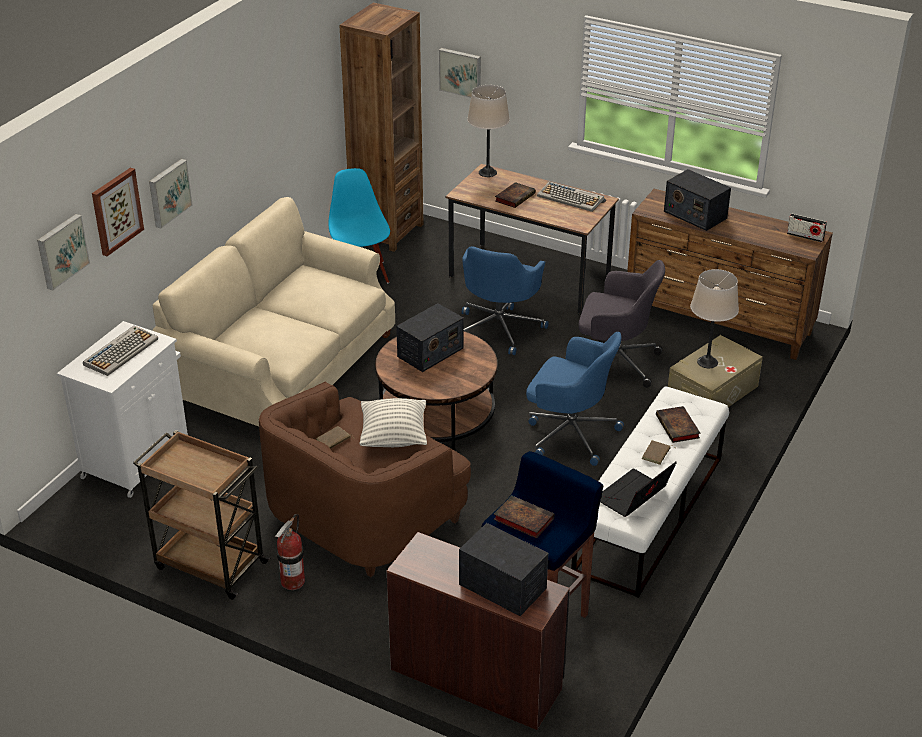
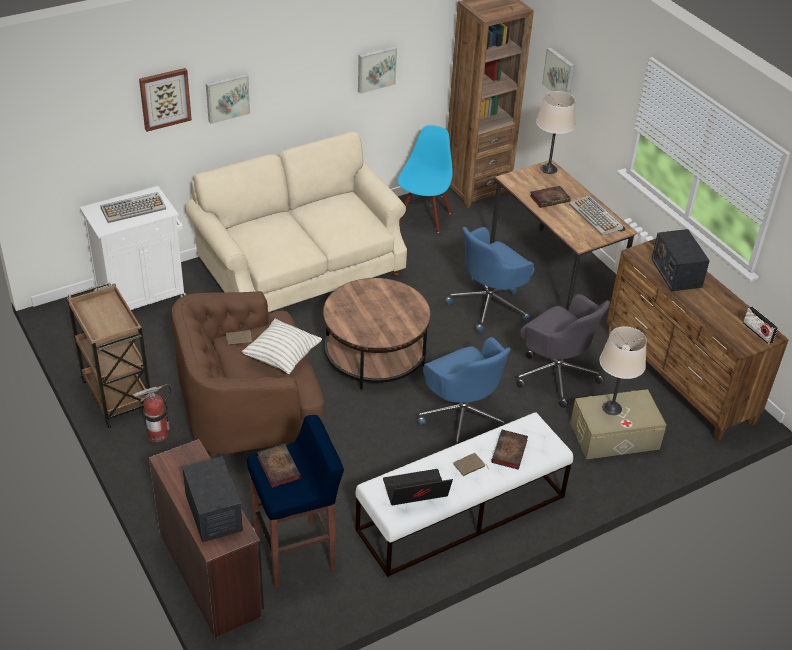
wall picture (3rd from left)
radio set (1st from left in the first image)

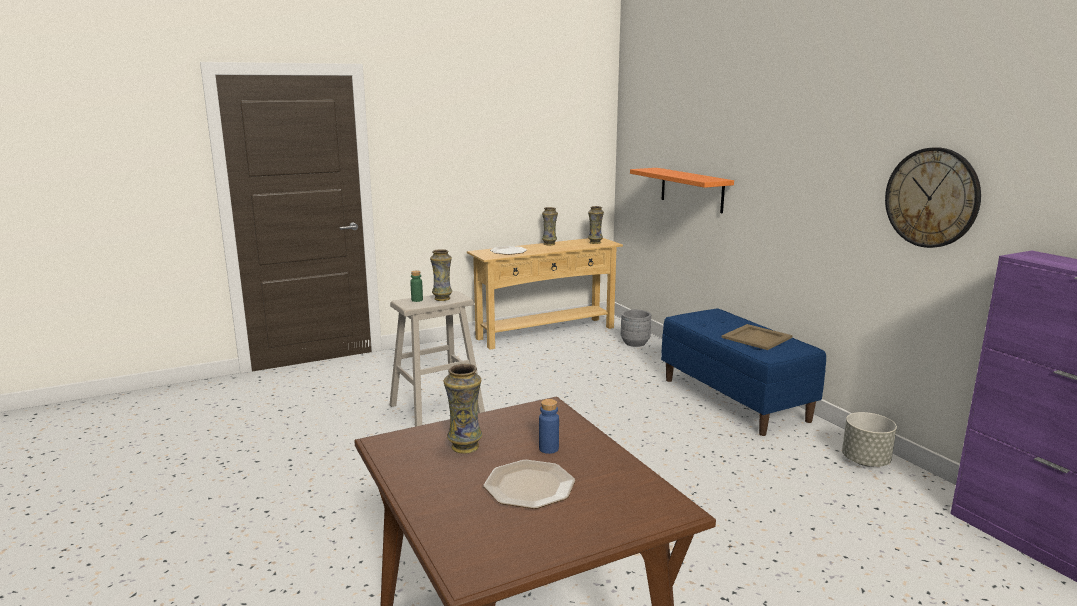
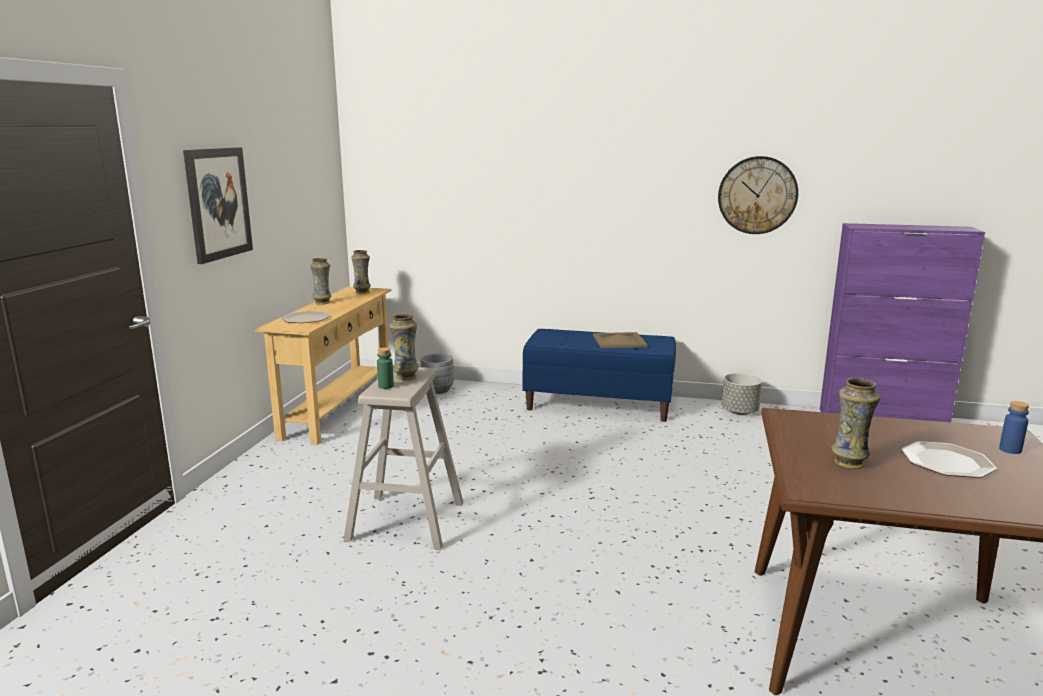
blue beverage bottle
orange wall shelf
wall picture

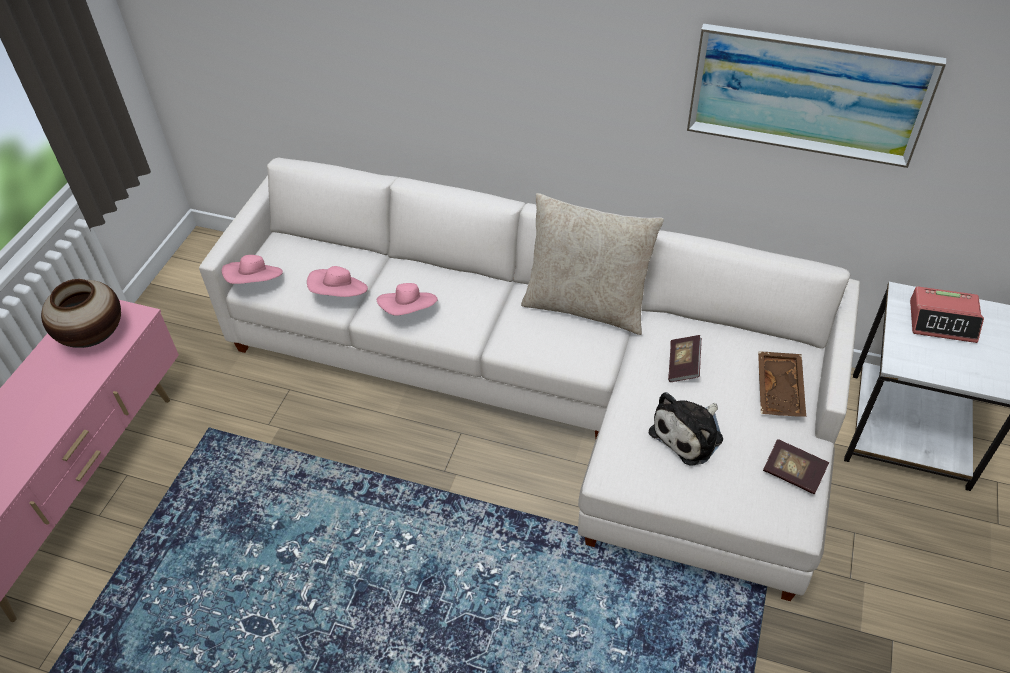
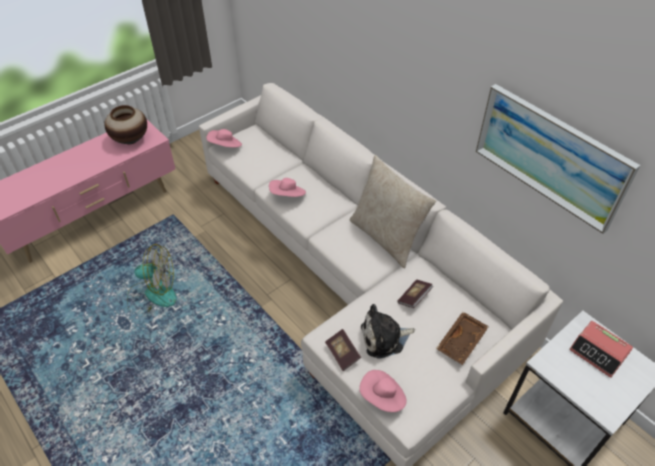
pinkish wearable hat (3rd from left)
book (1st from left)
electric fan

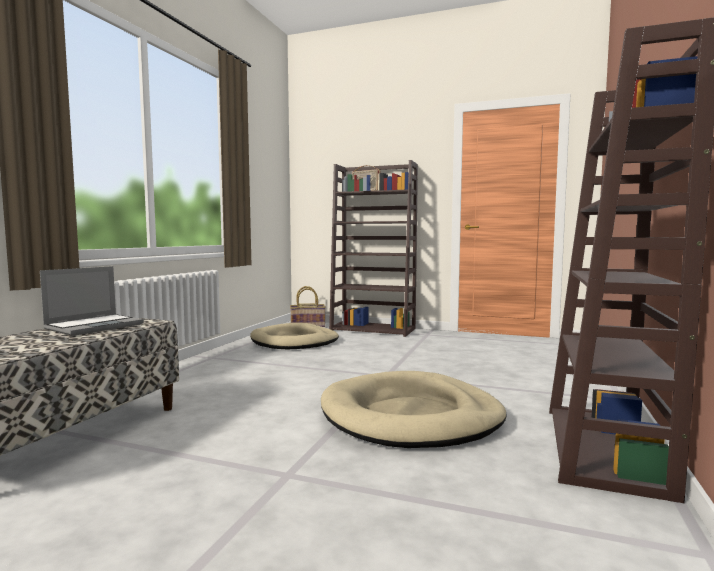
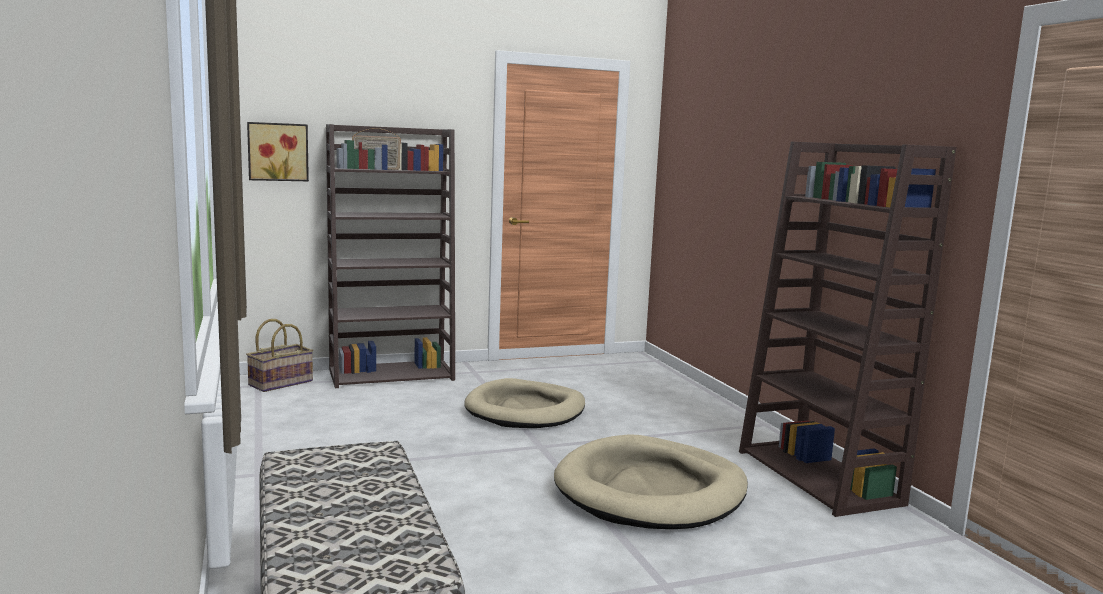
portable computer
sand-coloured dog cushion (1st from left)
wall picture

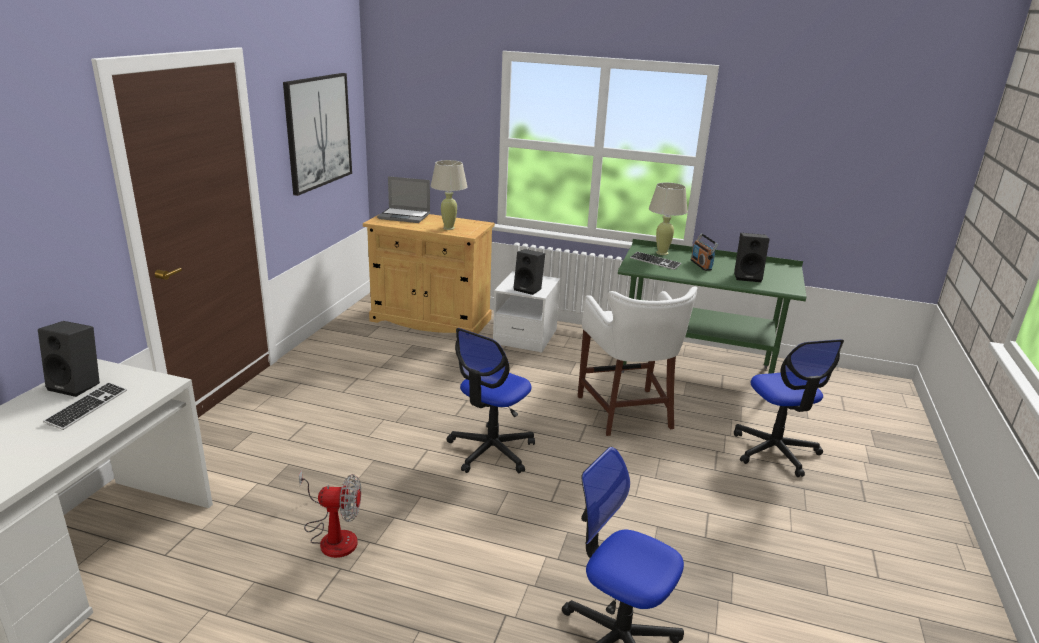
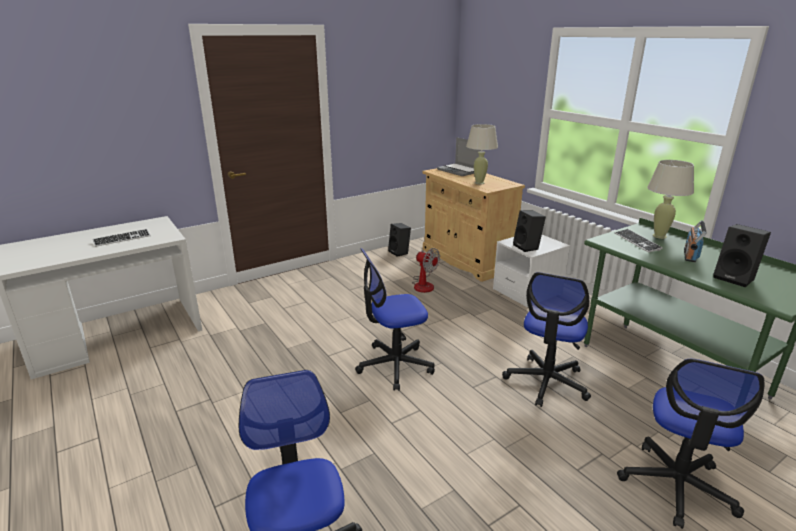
blackish audio speaker (1st from left)
wall picture
electric fan
desk chair (3rd from left)

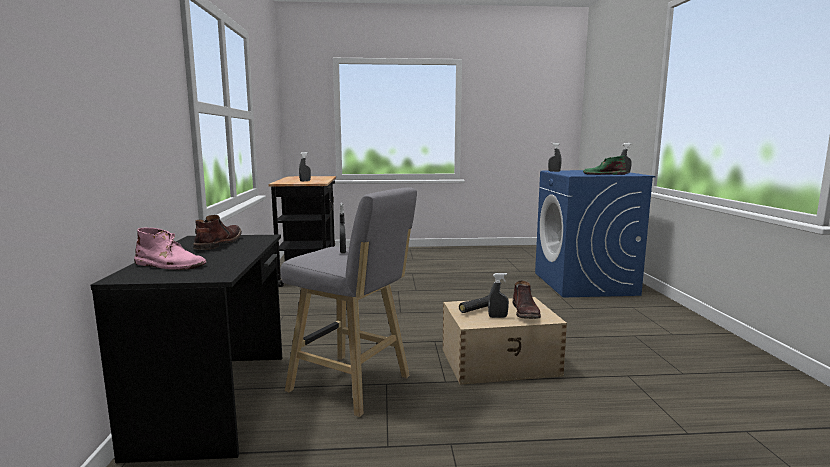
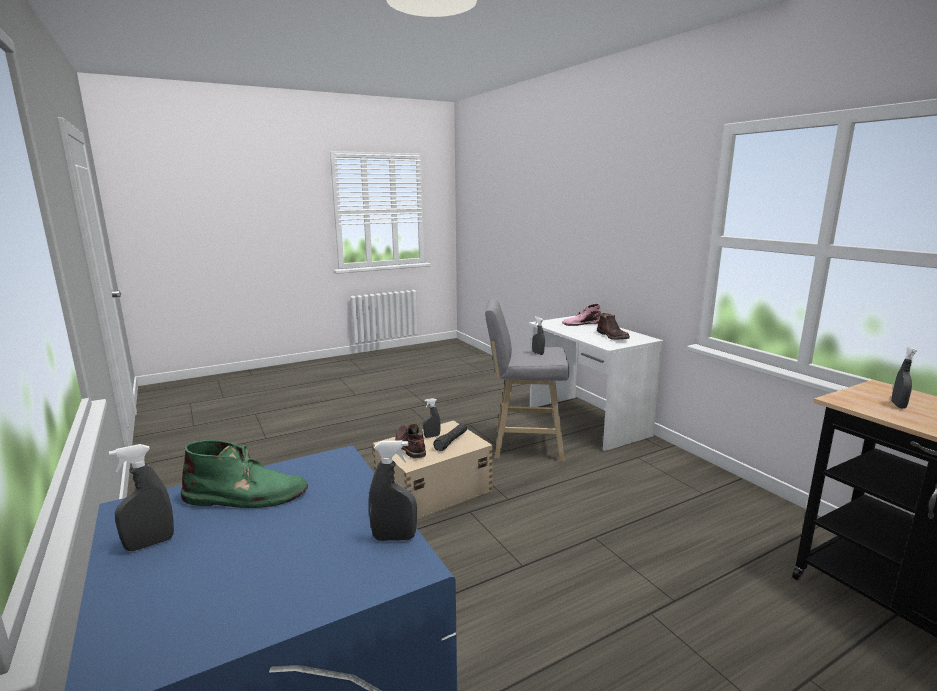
white-coloured desk table

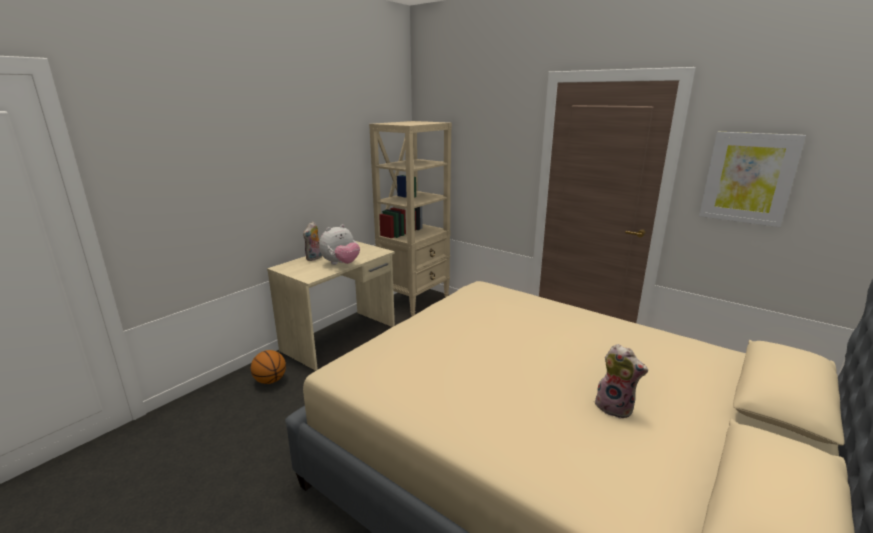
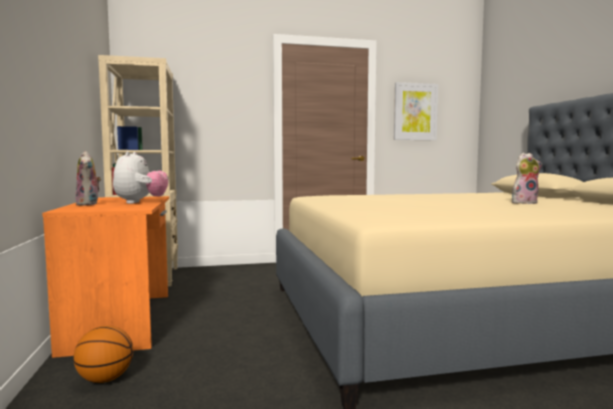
orange desk table

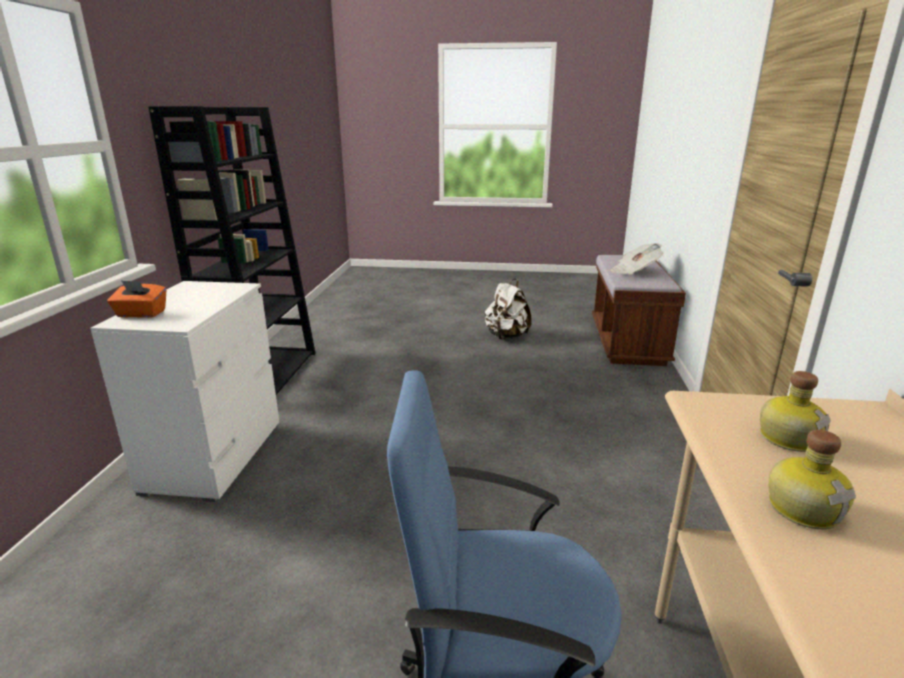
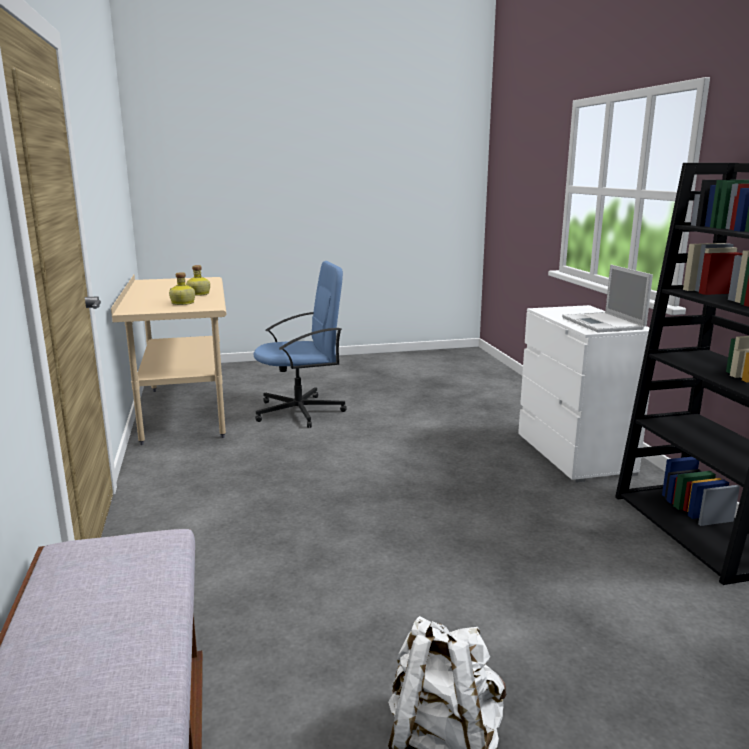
orange tissue box
printed paper
portable computer

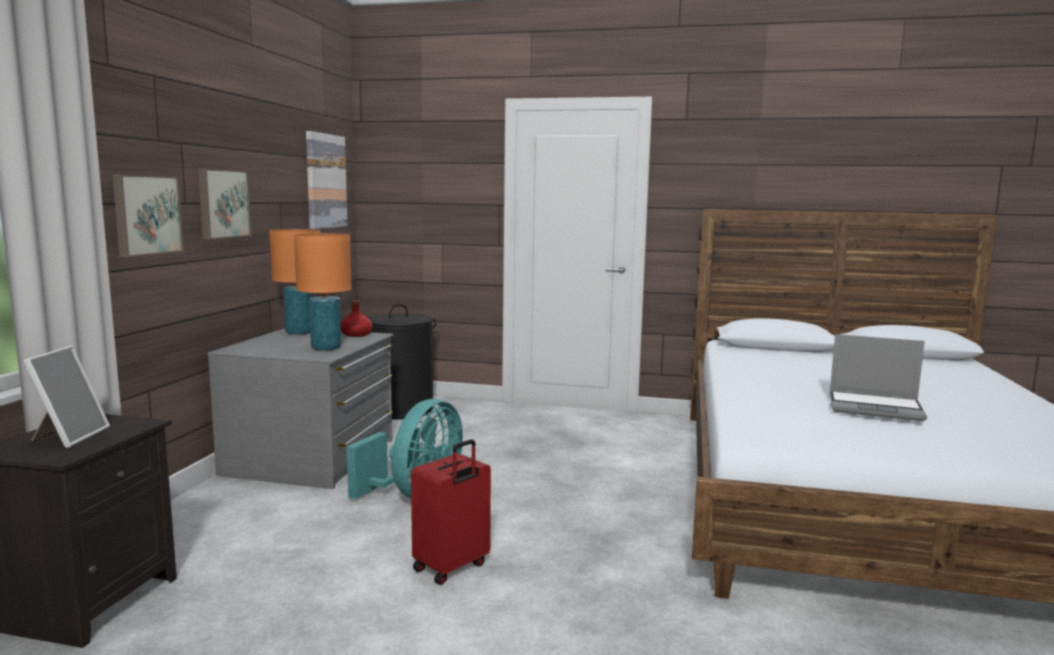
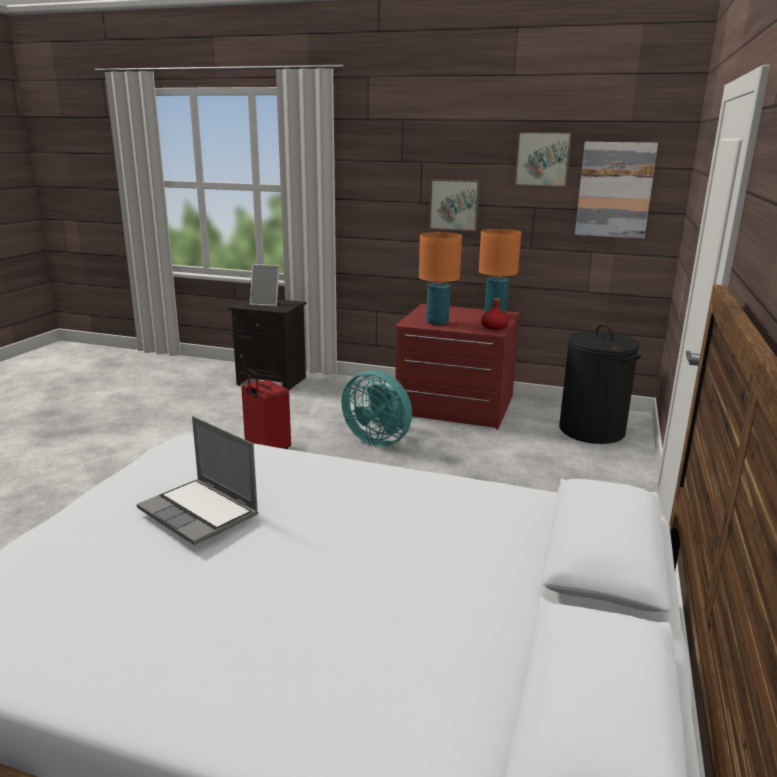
wall picture (2nd from left)
red-coloured drawer chest
portable computer

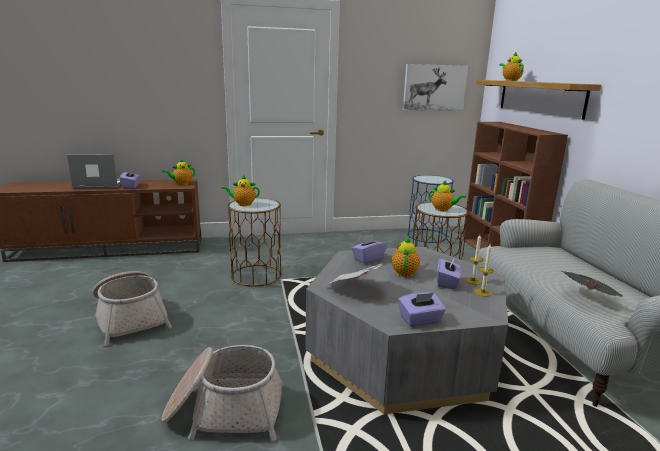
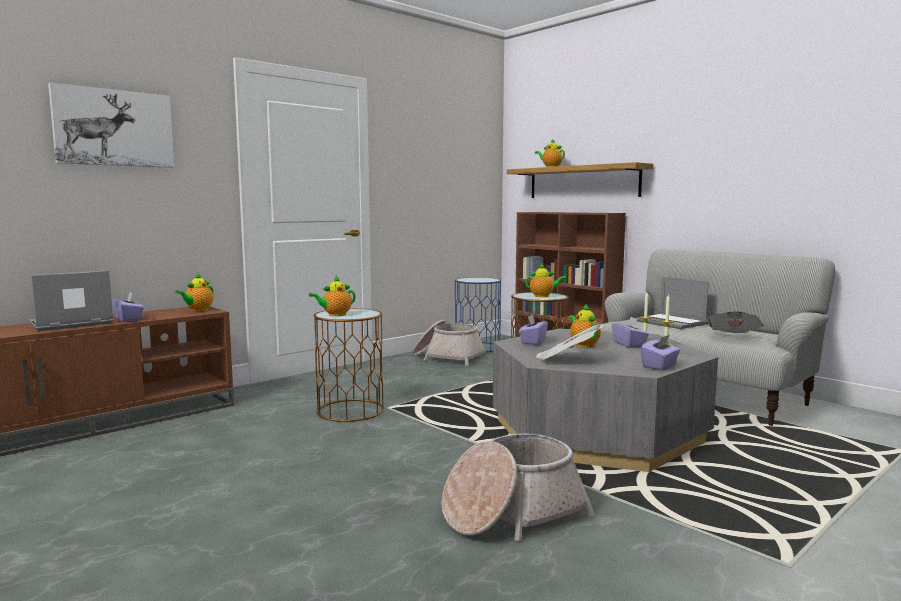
storage basket (1st from left)
wall picture
portable computer (2nd from left)

